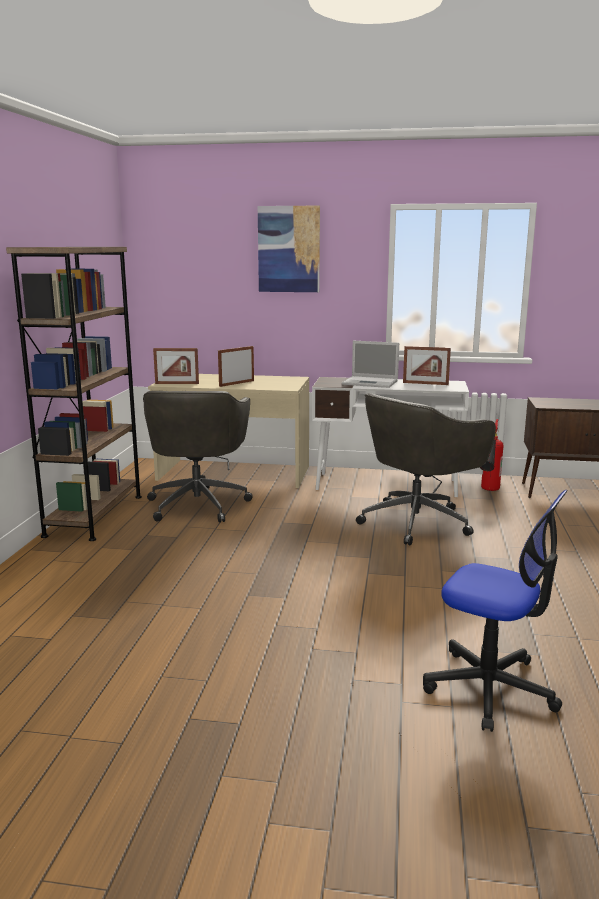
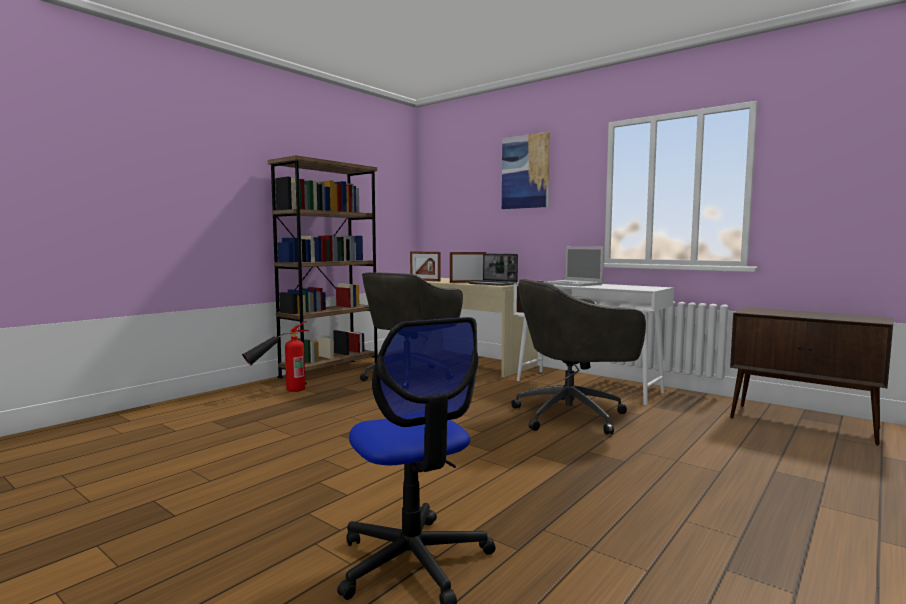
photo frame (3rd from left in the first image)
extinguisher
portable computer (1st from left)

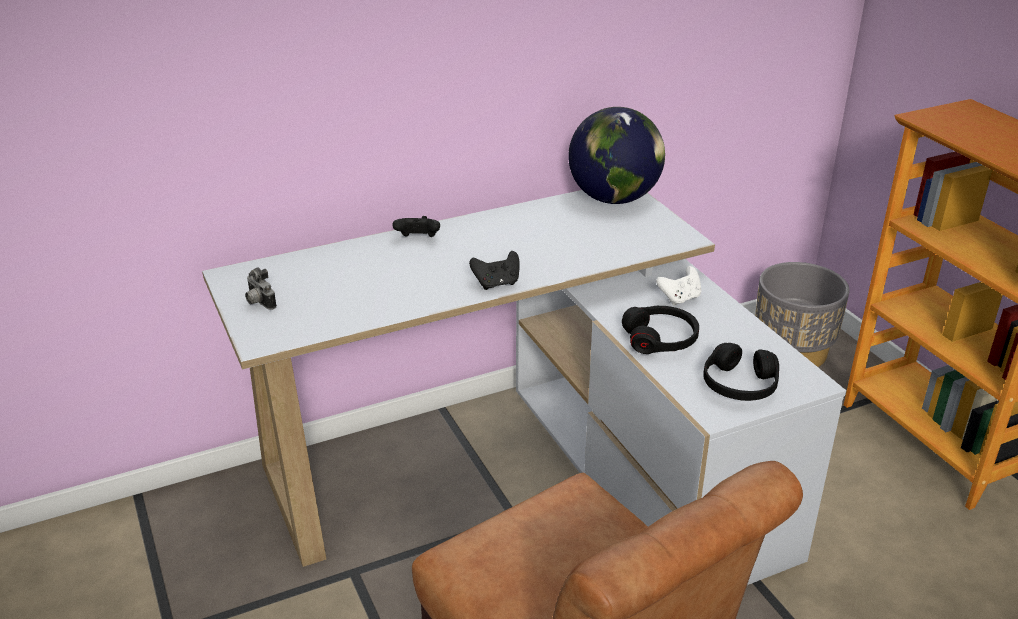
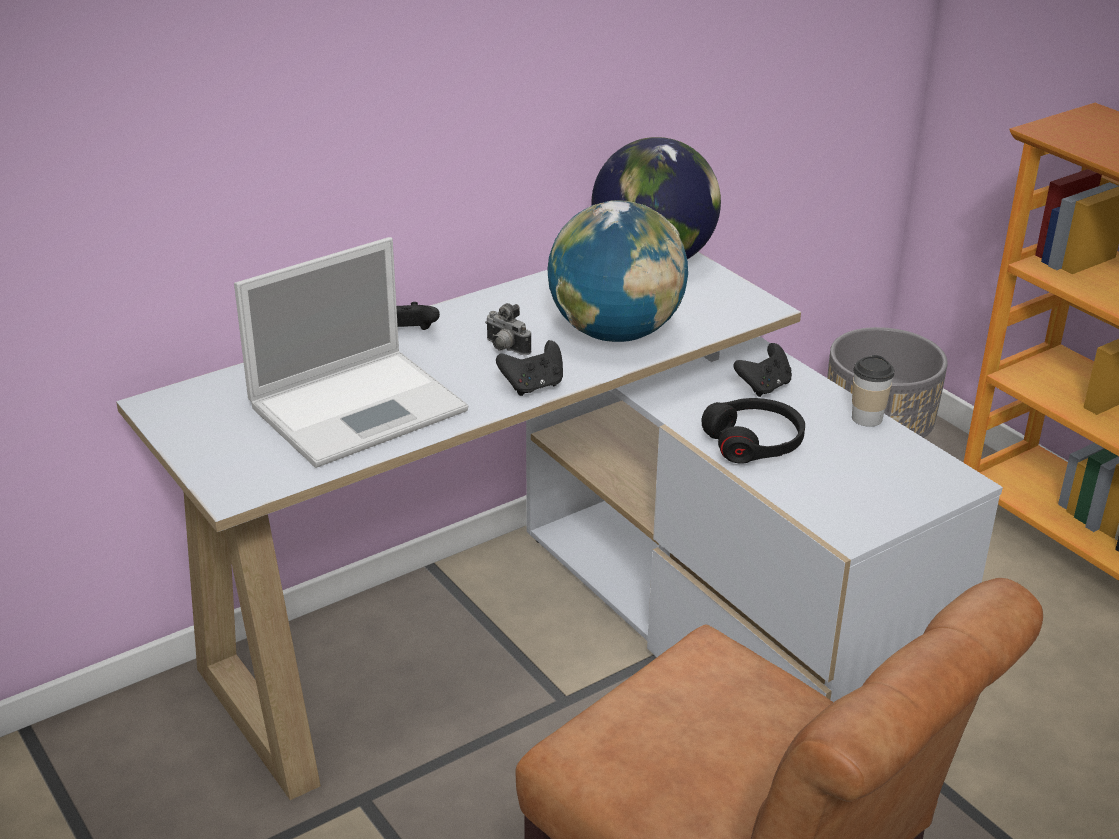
photo camera
blackish game controller (3rd from left)
blackish headphones (2nd from left in the first image)
portable computer
globe (1st from left)
drinking cup

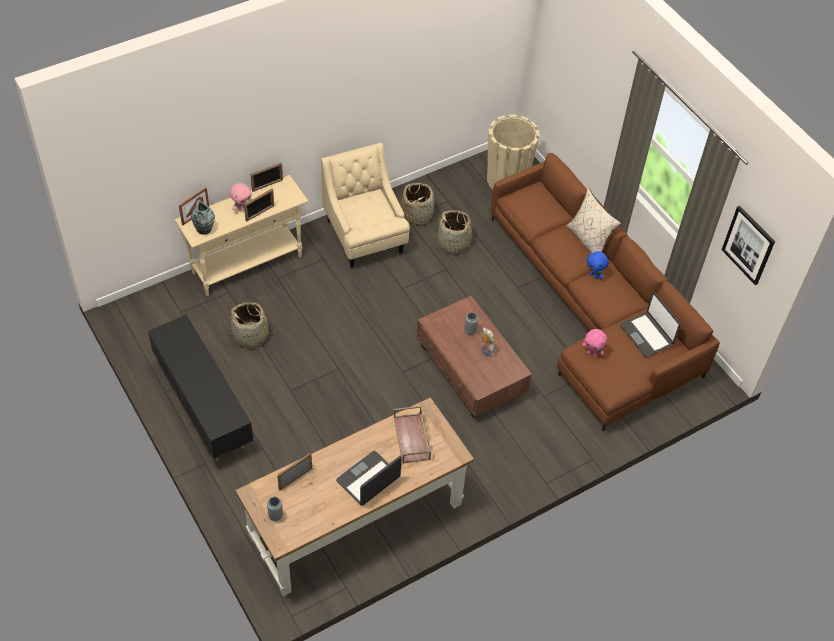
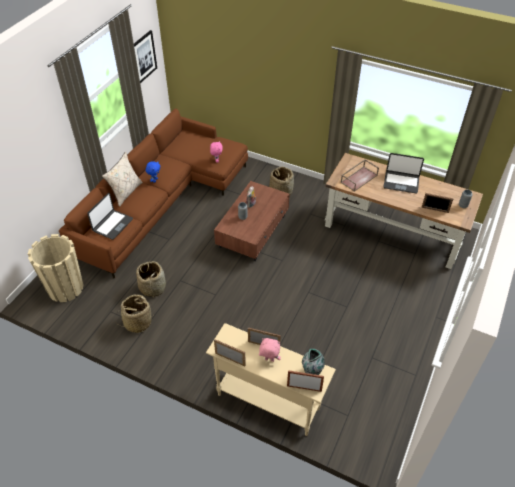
blackish tv unit
storage basket (3rd from left)
sand-coloured armchair
portable computer (1st from left)

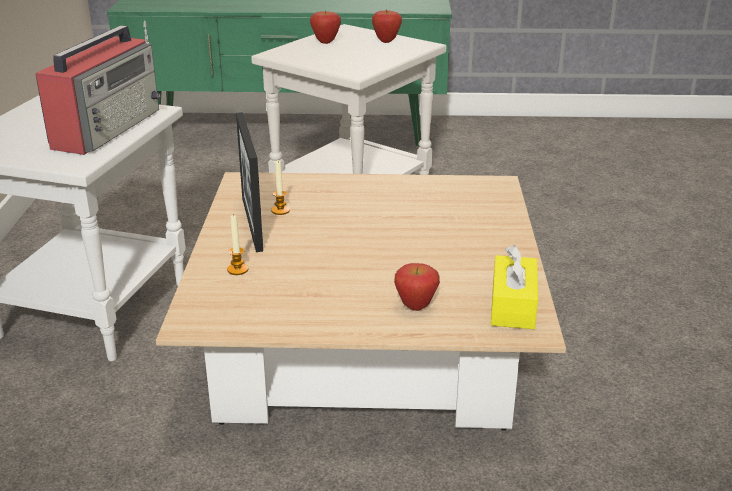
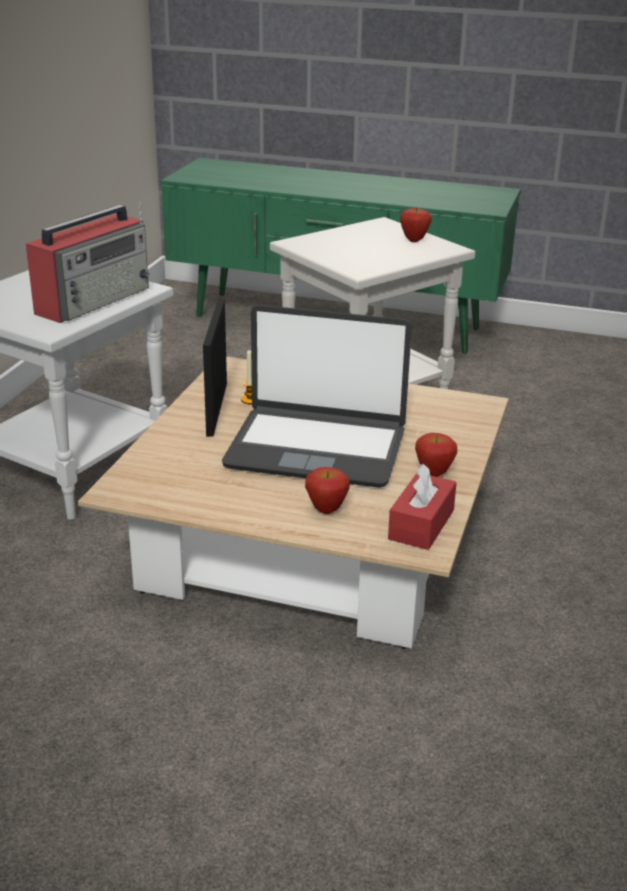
wax candle (1st from left in the first image)
apple (3rd from left)
red-coloured tissue box
portable computer

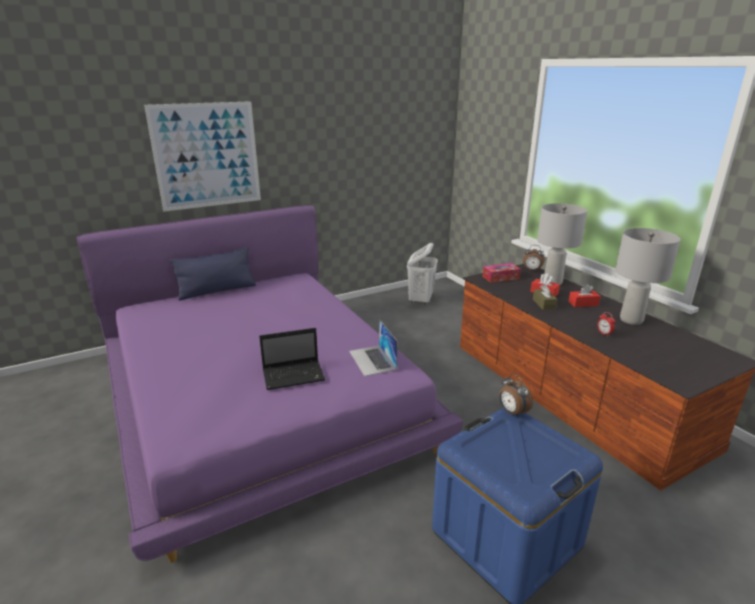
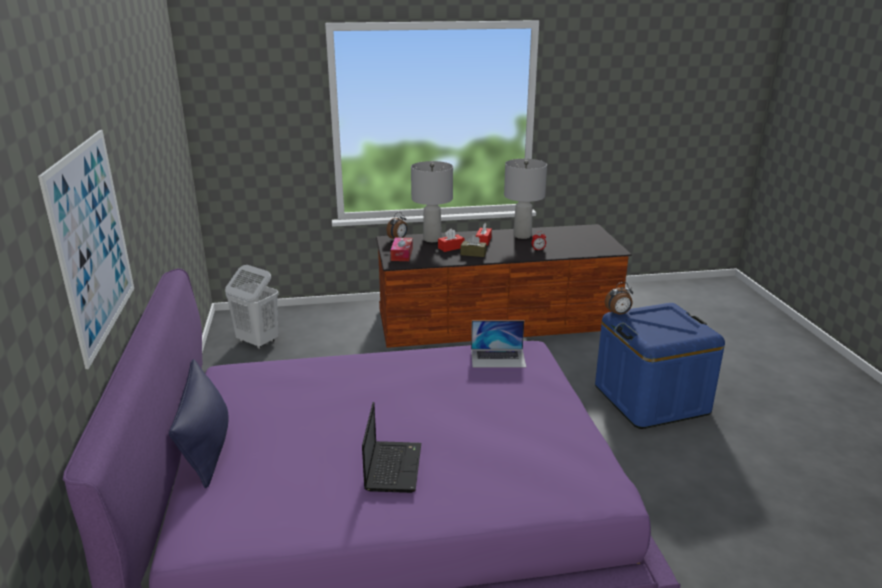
portable computer (1st from left)

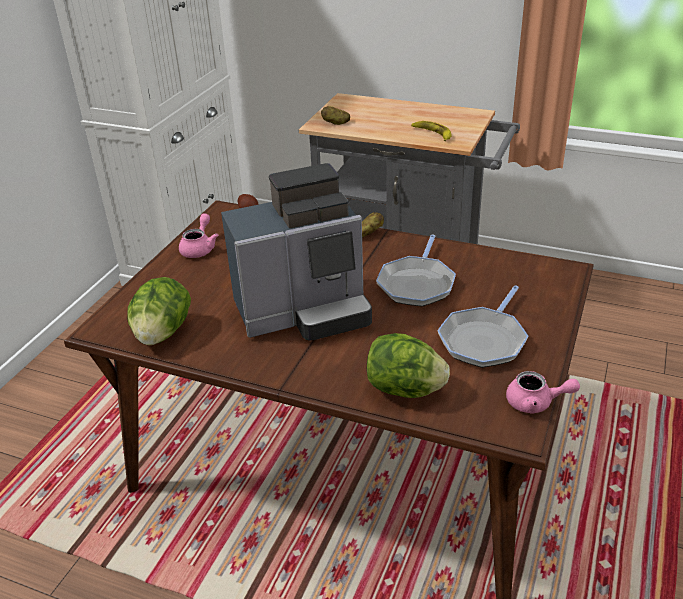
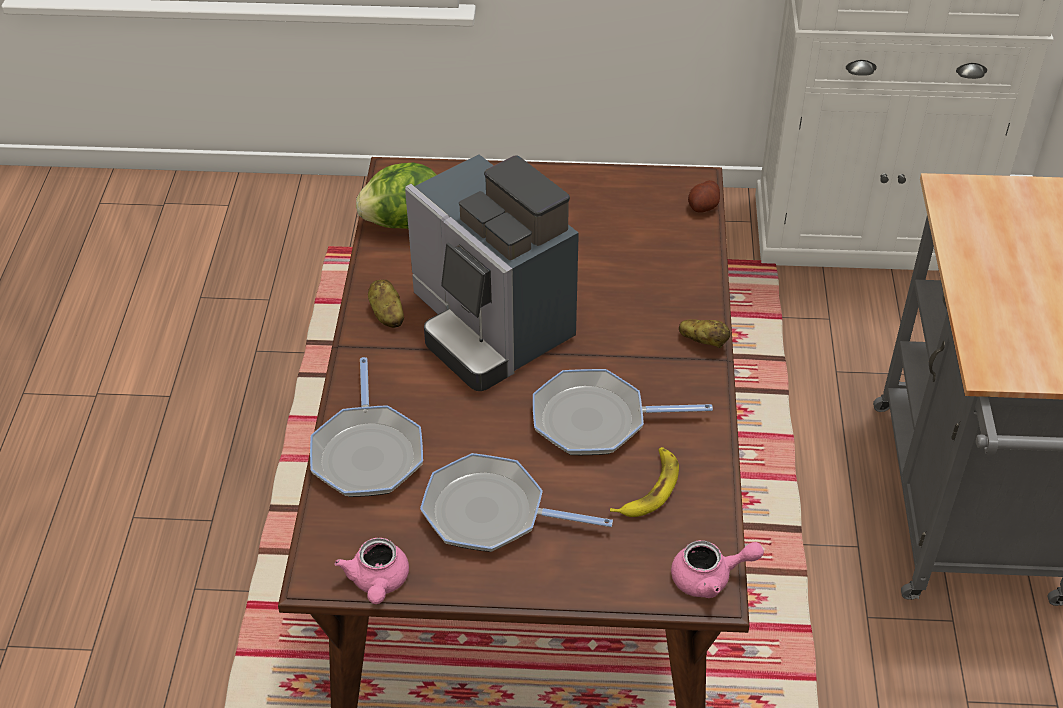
pinkish tea pot (2nd from left)
spud (1st from left)
frying pan (1st from left)
whole banana

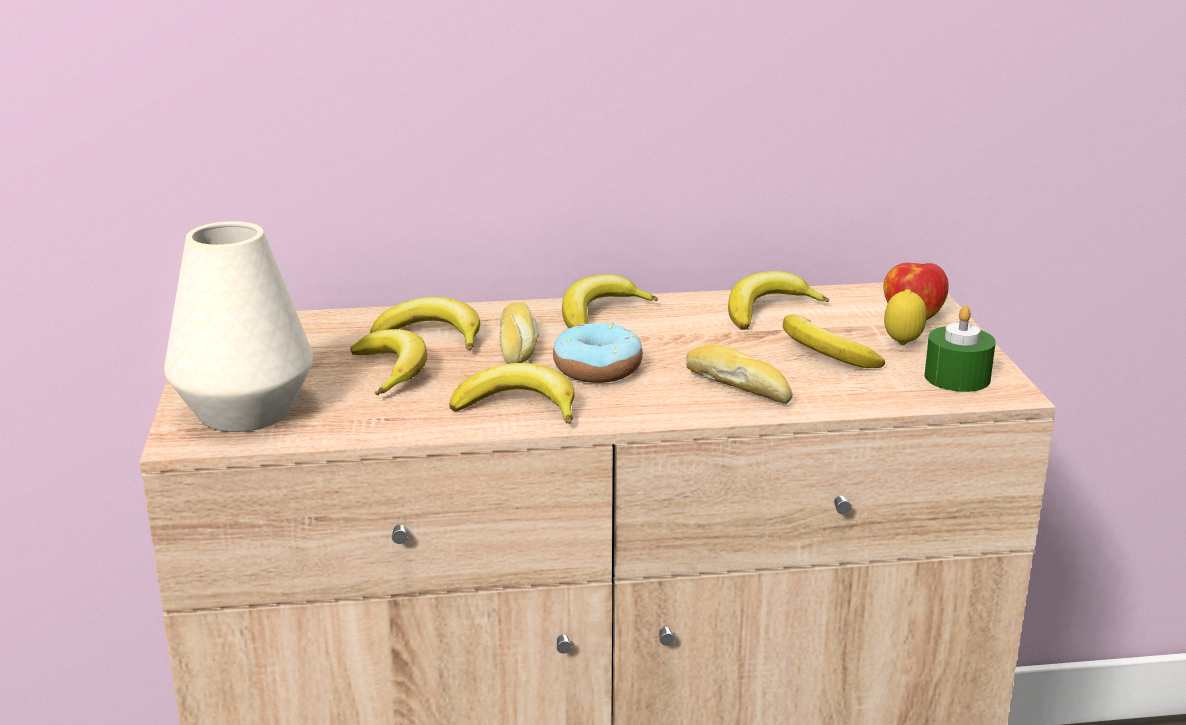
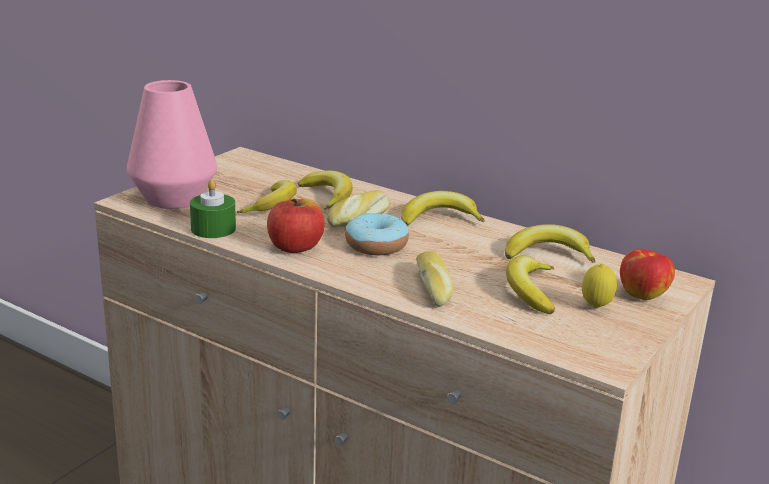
pinkish vase
apple (1st from left)
green wax candle

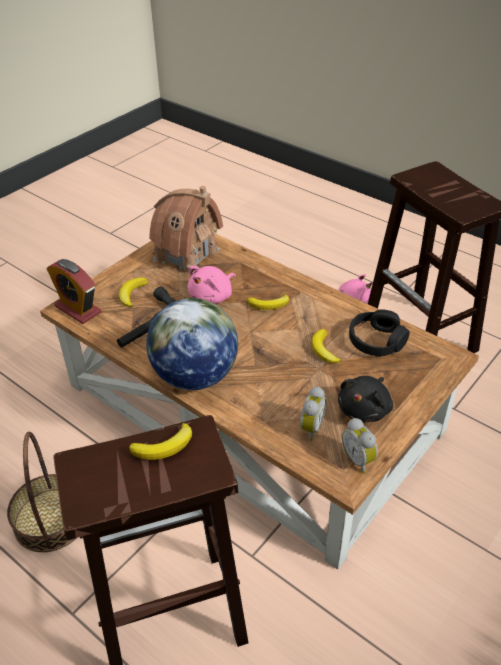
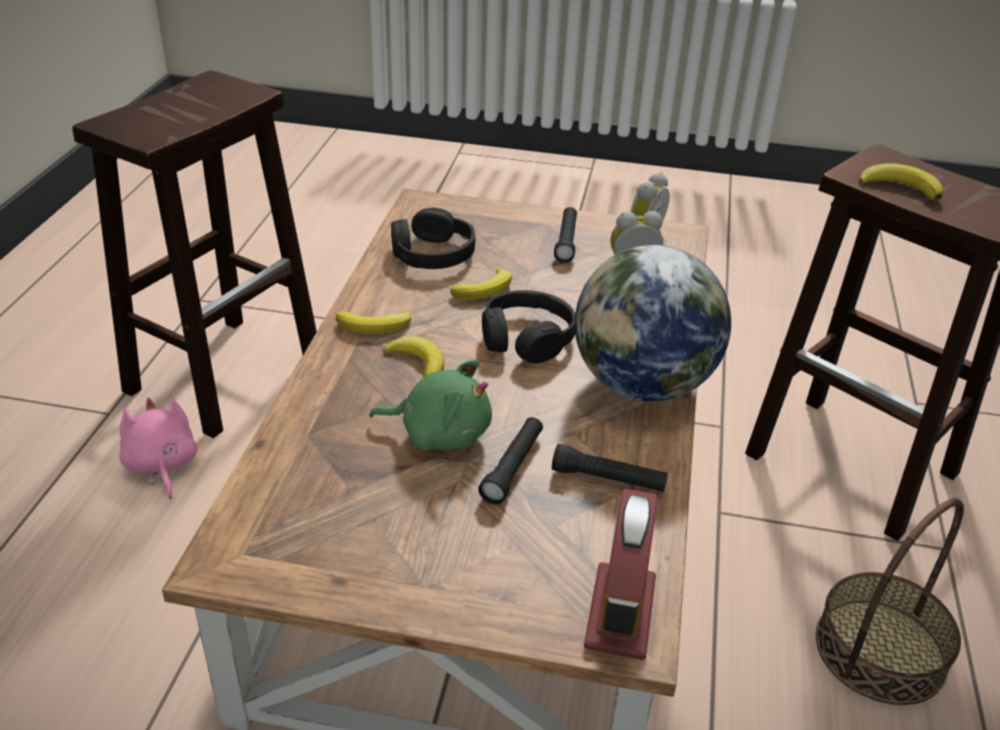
whole banana (1st from left)
toy house
green plush toy
blackish flashlight (2nd from left)
blackish headphones (2nd from left)

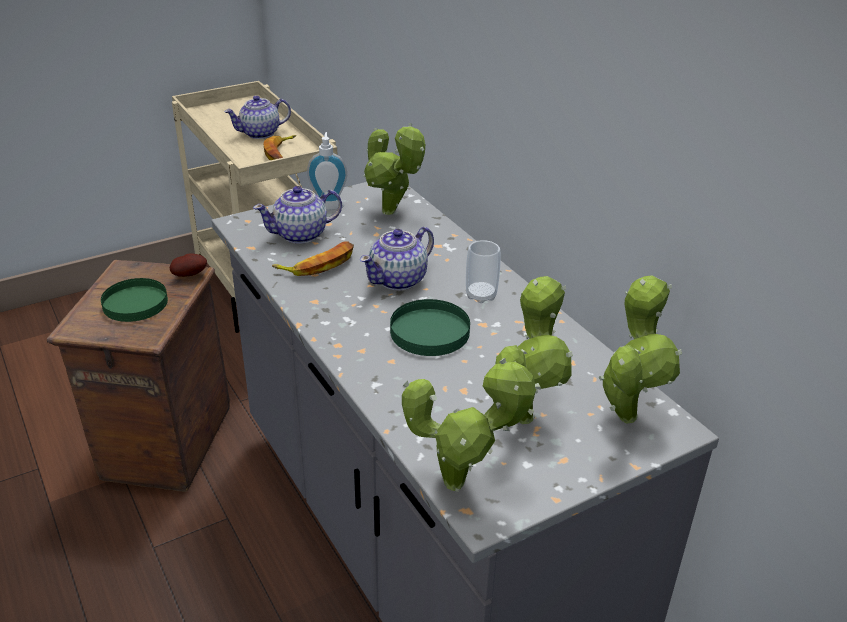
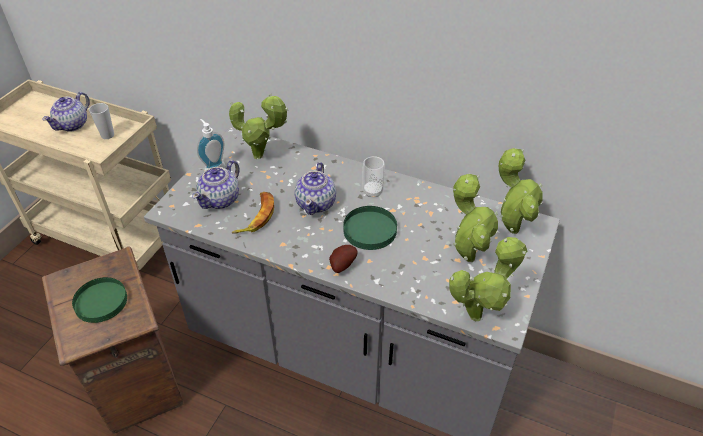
spud
drinking cup (1st from left)

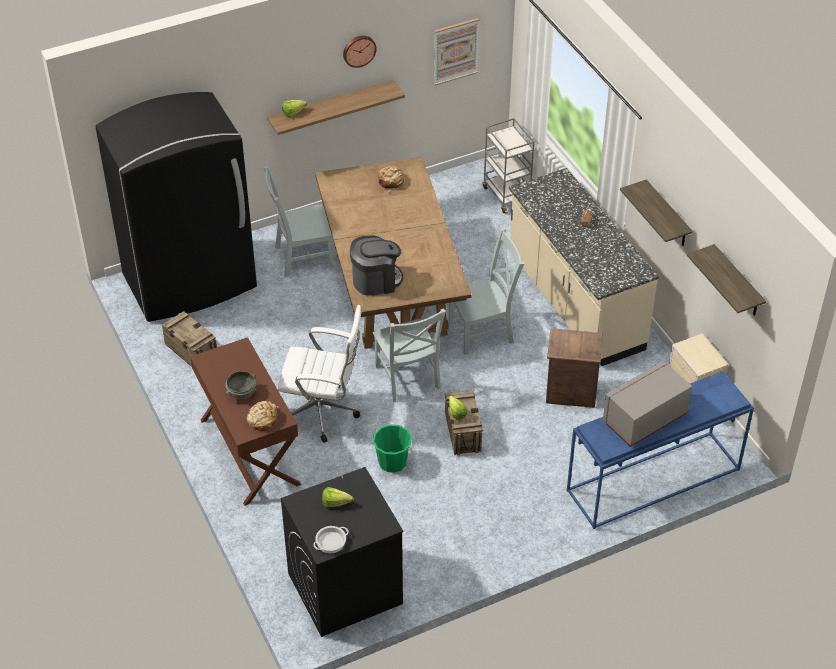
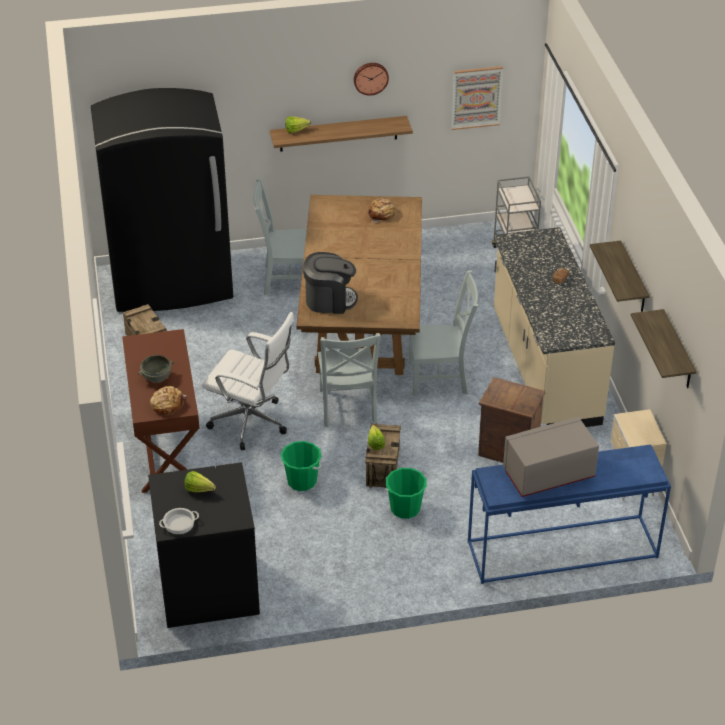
green bucket (2nd from left)

